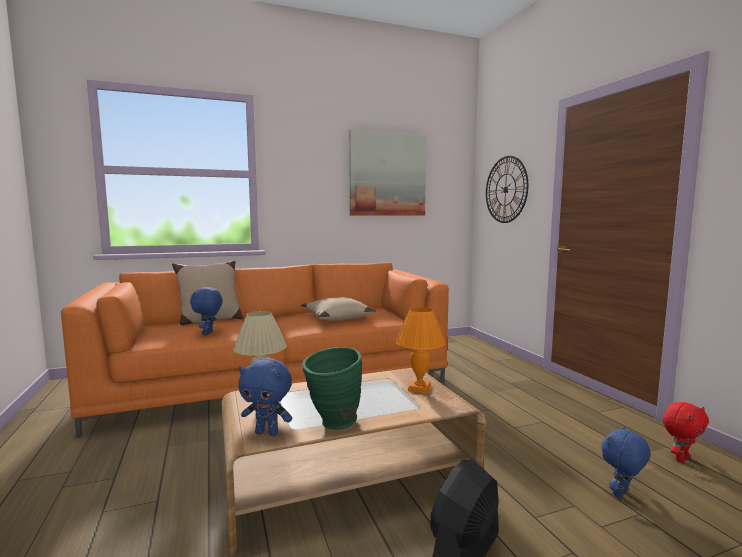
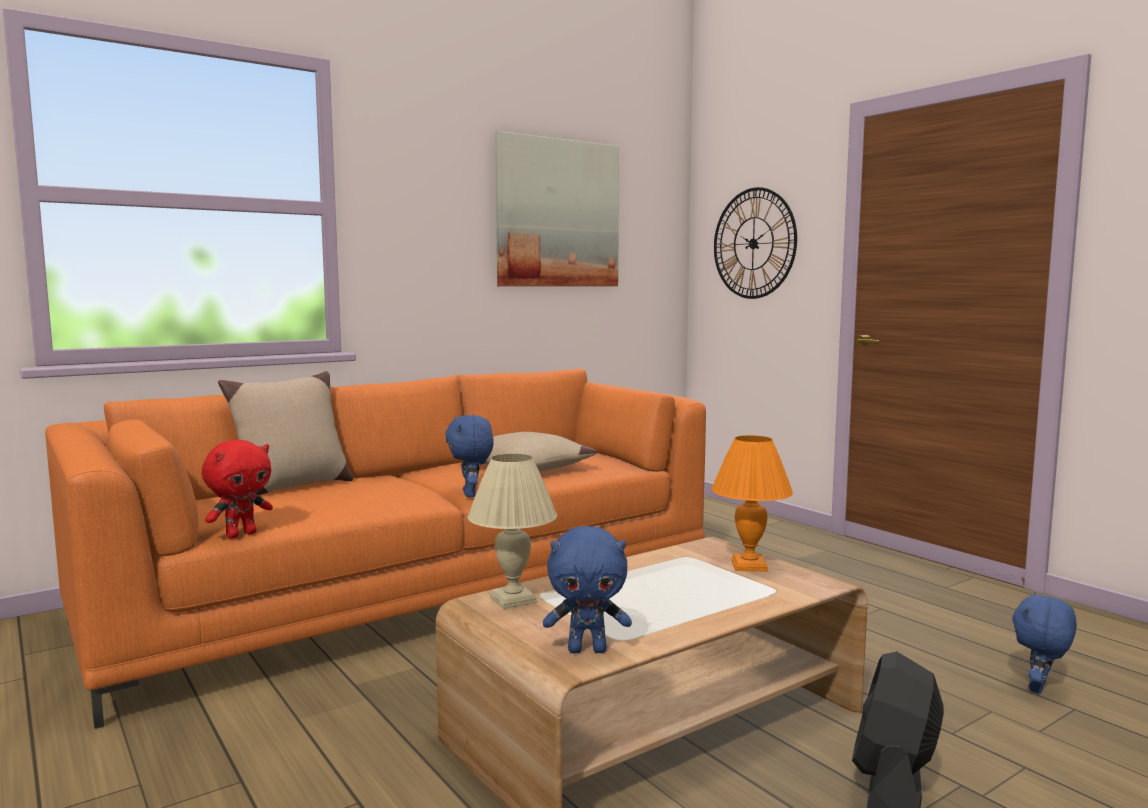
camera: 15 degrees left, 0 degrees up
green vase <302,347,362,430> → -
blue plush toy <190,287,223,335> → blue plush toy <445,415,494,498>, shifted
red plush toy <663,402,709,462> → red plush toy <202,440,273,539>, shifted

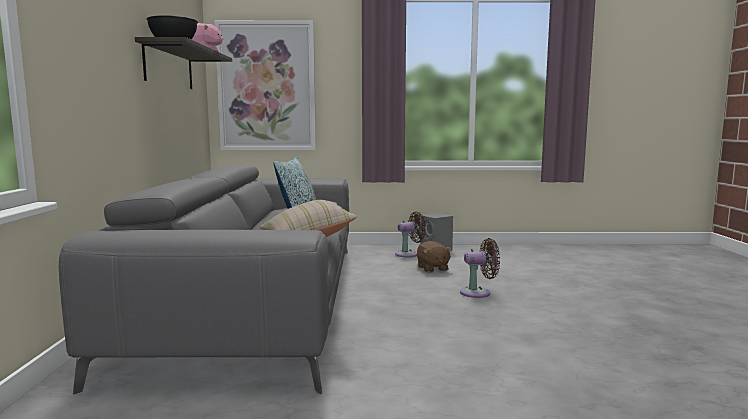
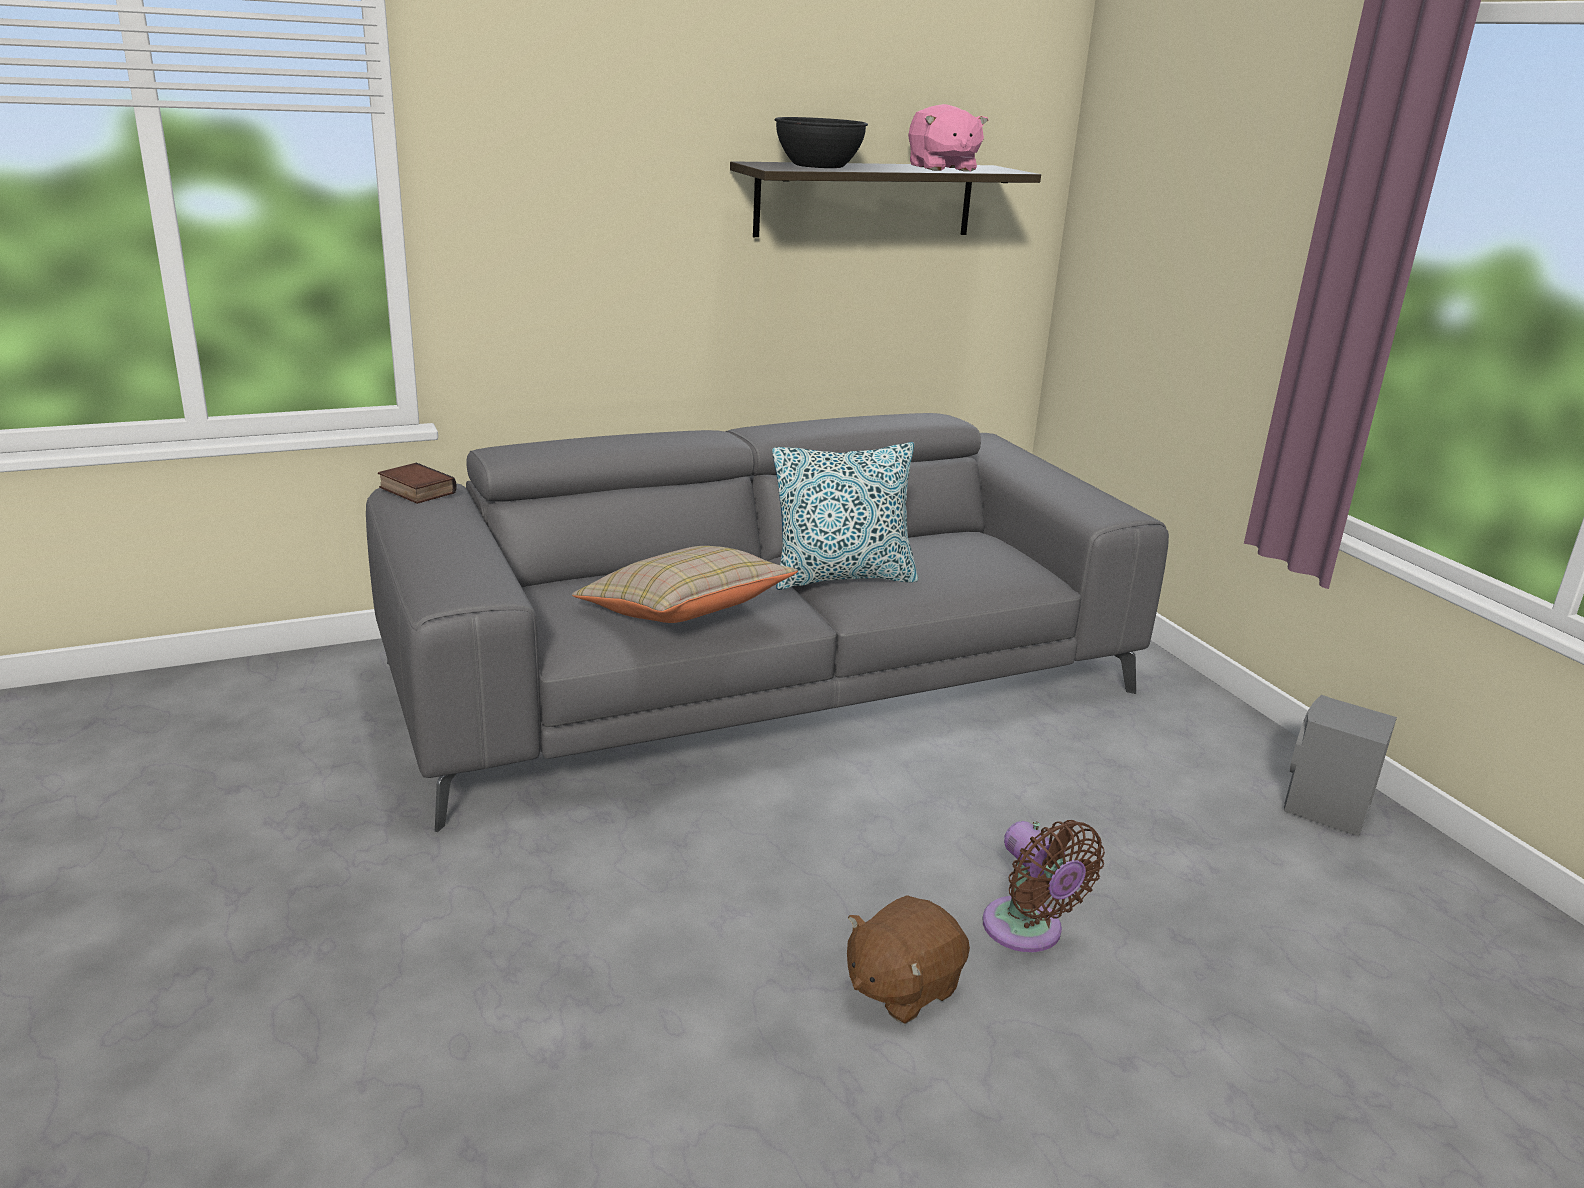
camera: 65 degrees right, 15 degrees up
picture <215,20,316,150> → -
brown fan <395,211,426,258> → -
- → book <378,463,457,504>
brown plush toy <417,241,452,272> → brown plush toy <847,895,970,1024>, shifted

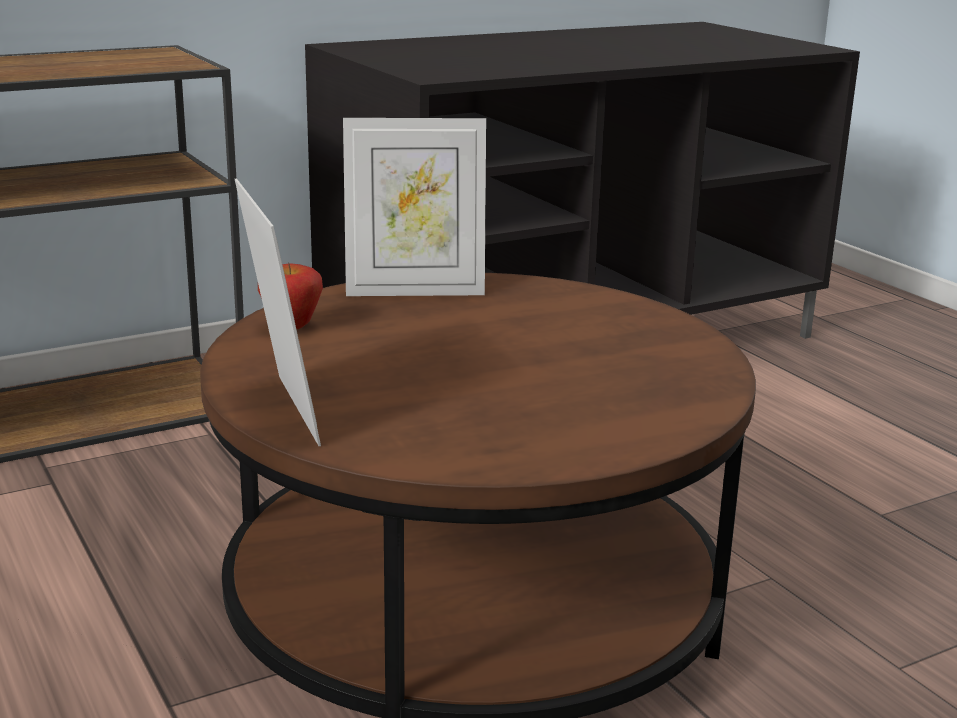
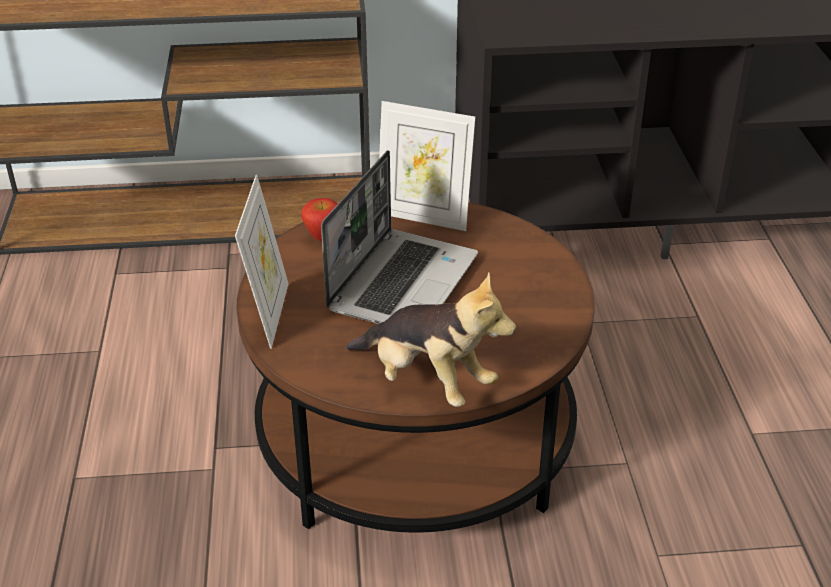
camera: 25 degrees right, 15 degrees up
- → laptop <321,150,478,324>
- → plush toy <346,273,516,407>

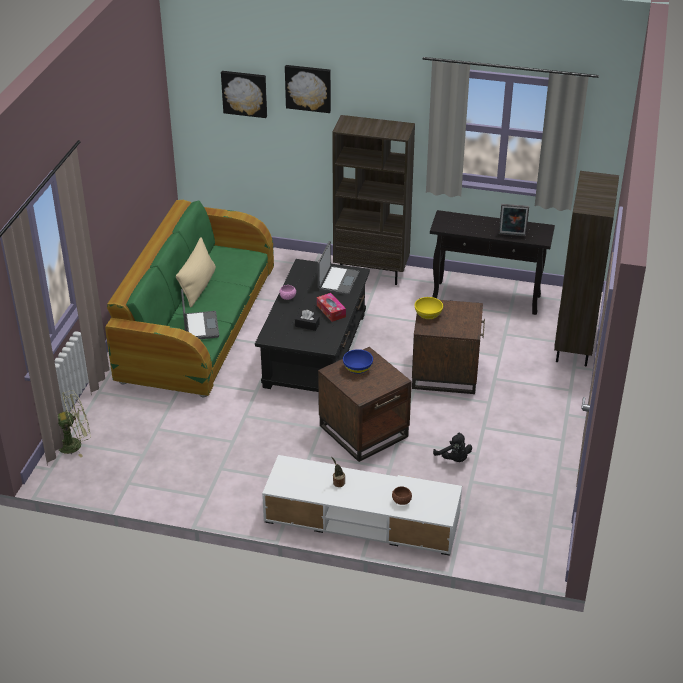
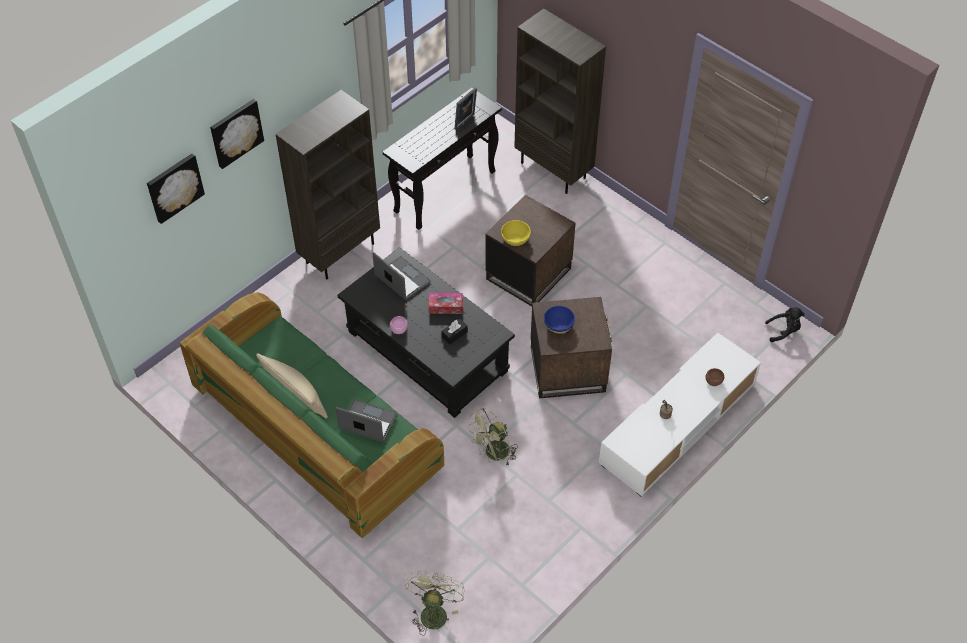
camera: 60 degrees left, 15 degrees up
- → green fan <468,408,517,465>
black plush toy <433,433,472,462> → black plush toy <765,307,805,342>, shifted

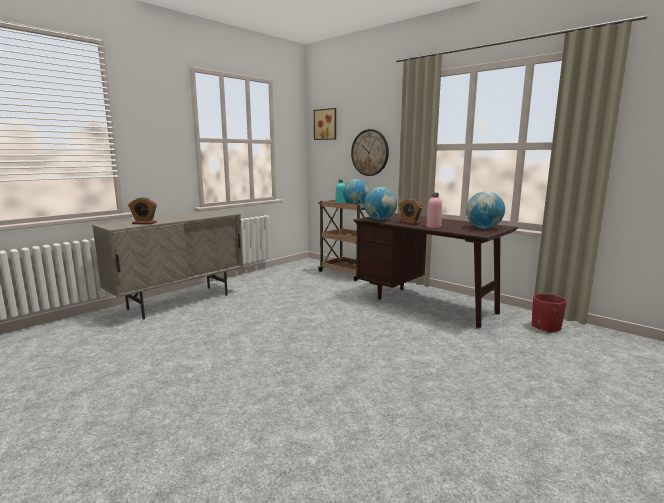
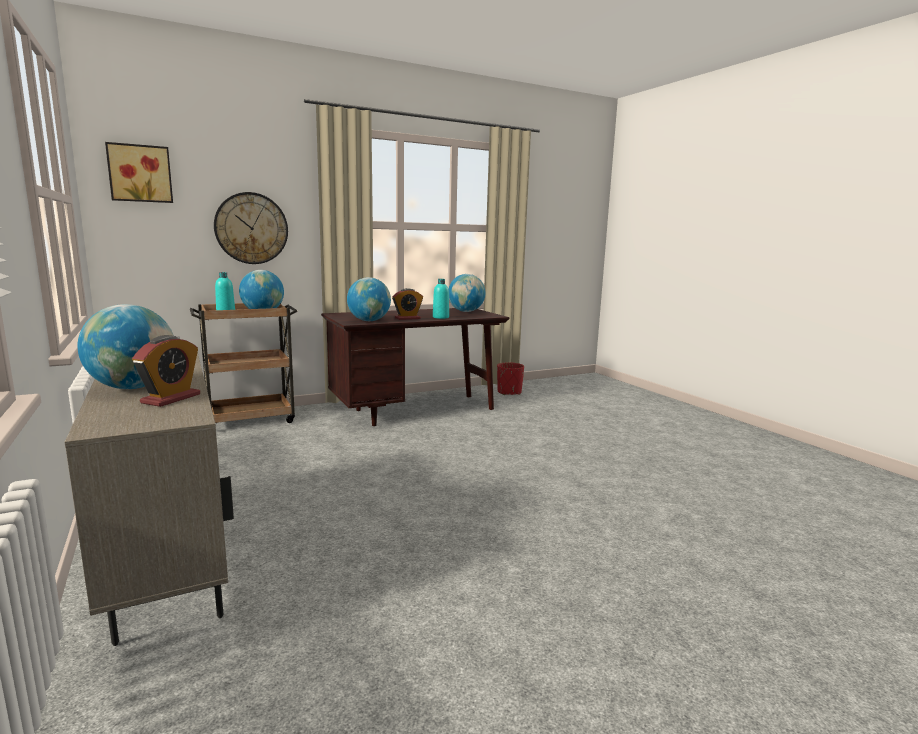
camera: 70 degrees left, 0 degrees up
- → globe <77,304,174,389>
pink bottle <426,193,442,228> → turquoise bottle <433,279,449,319>

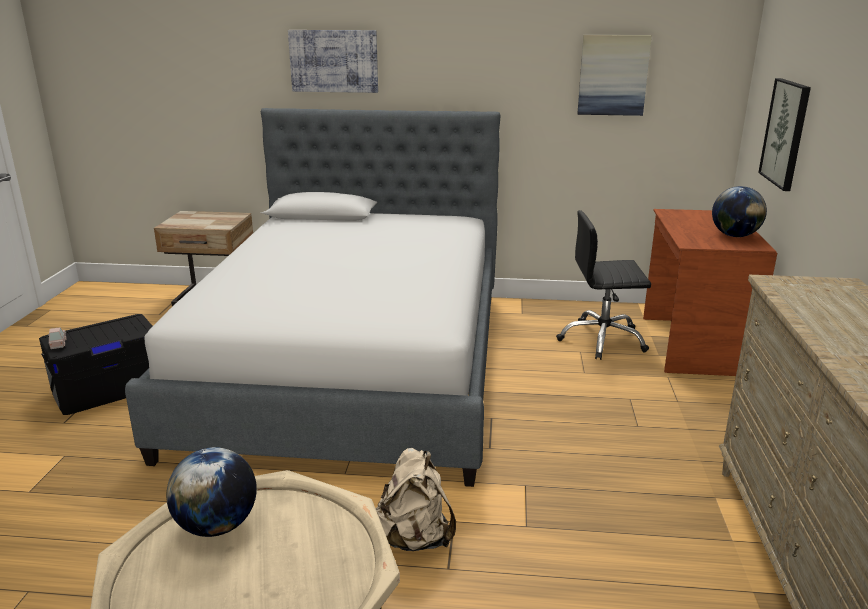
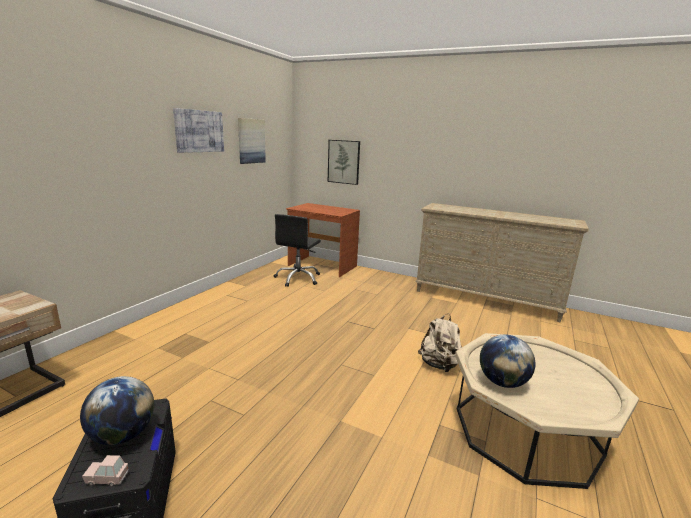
camera: 70 degrees left, 5 degrees down
bed <125,108,500,487> → -
picture <288,30,378,93> → picture <173,108,224,153>, shifted
globe <712,186,767,237> → globe <80,376,154,445>, shifted

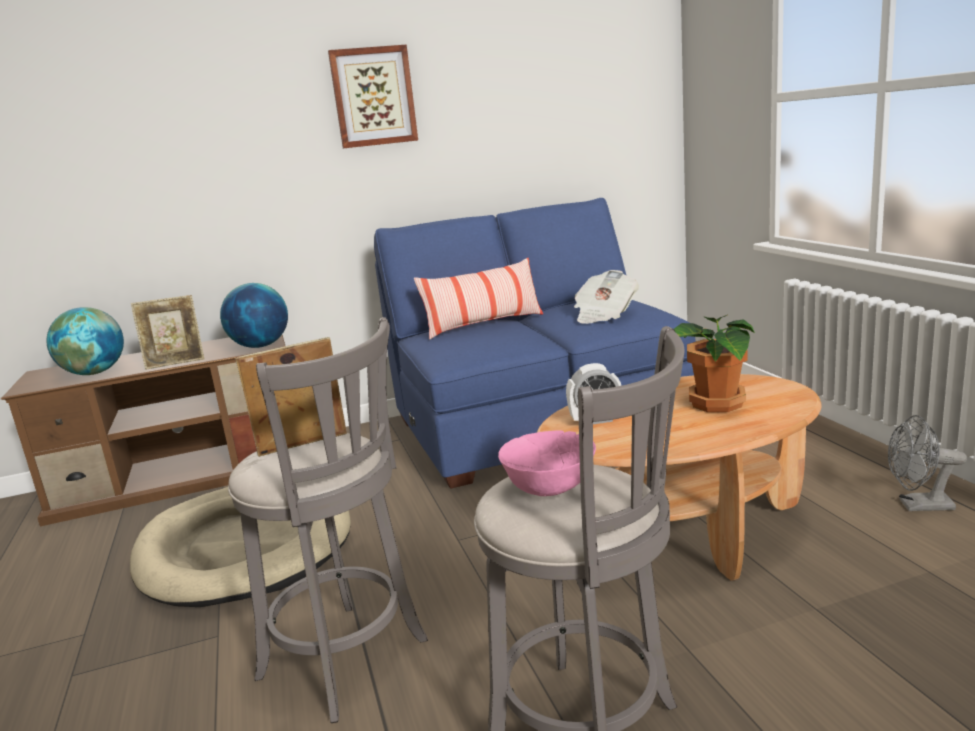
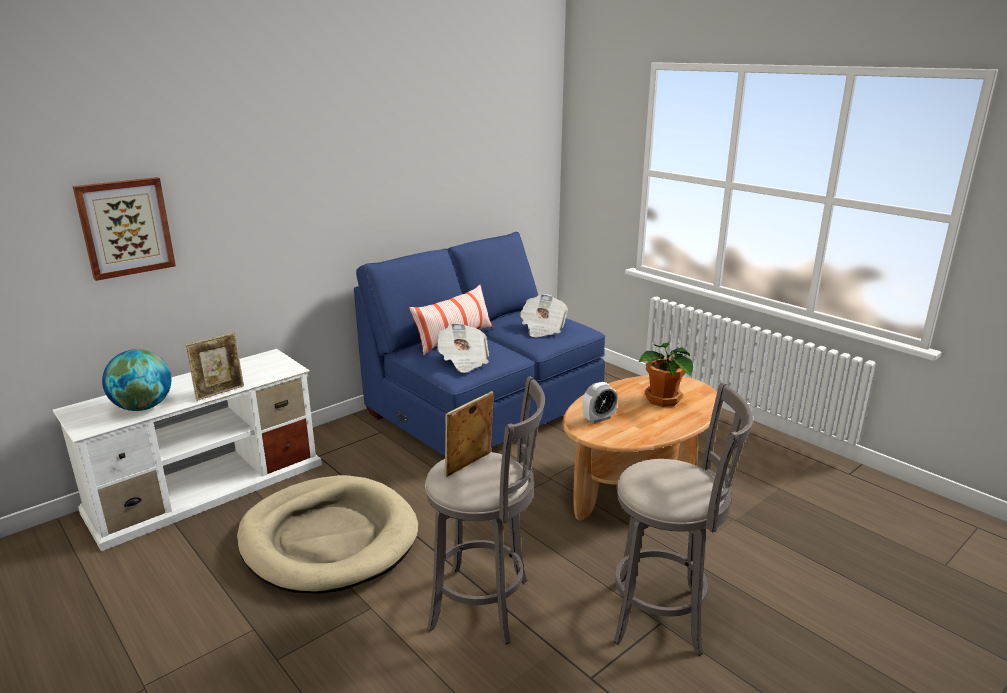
camera: 25 degrees left, 5 degrees up
globe <220,283,288,348> → -
pink bowl <498,431,596,496> → -
grey fan <888,415,967,511> → -
- → newspaper <437,322,489,373>
picture <328,44,418,148> → picture <73,177,176,281>, shifted
brown tv stand <1,335,285,526> → white tv stand <52,349,322,551>

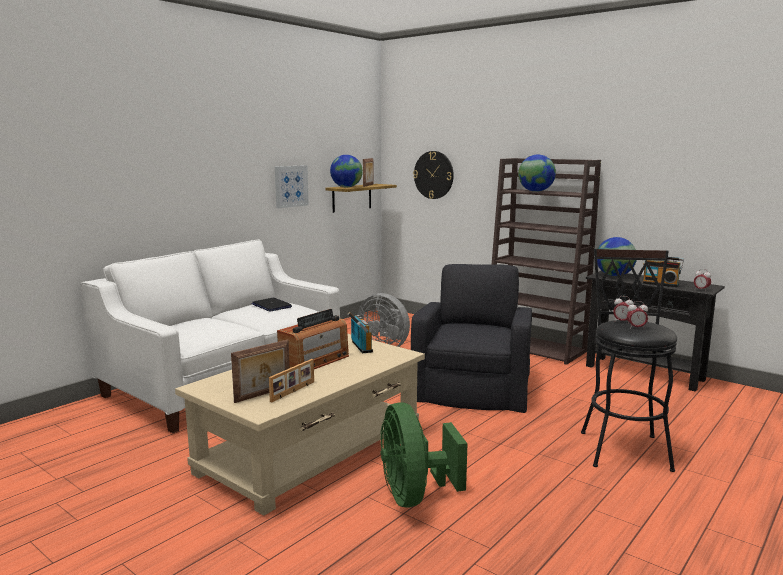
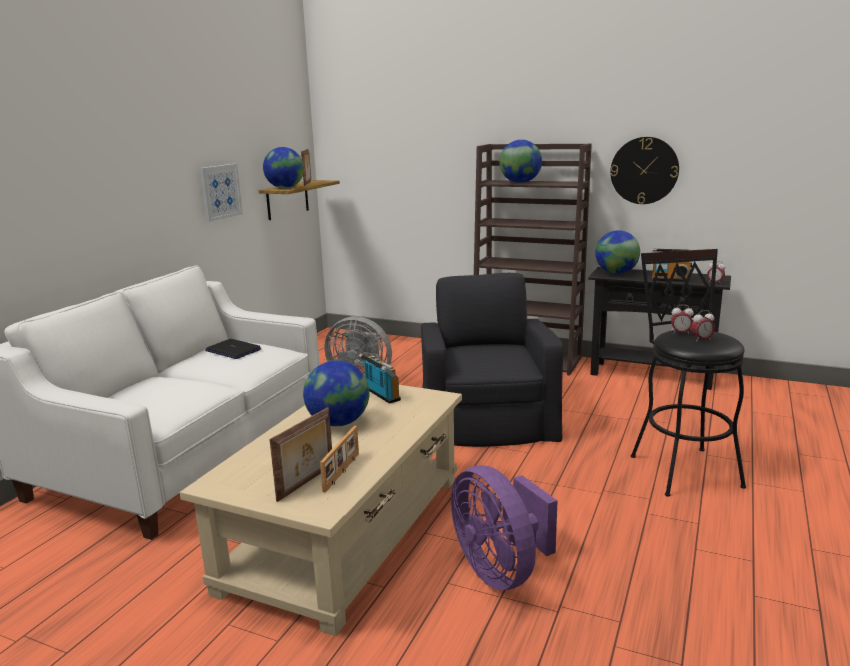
camera: 15 degrees left, 5 degrees up
wall clock <413,151,454,199> → wall clock <610,137,679,204>, shifted
radio <277,309,349,369> → globe <303,360,370,426>
green fan <380,402,467,507> → purple fan <451,465,558,590>

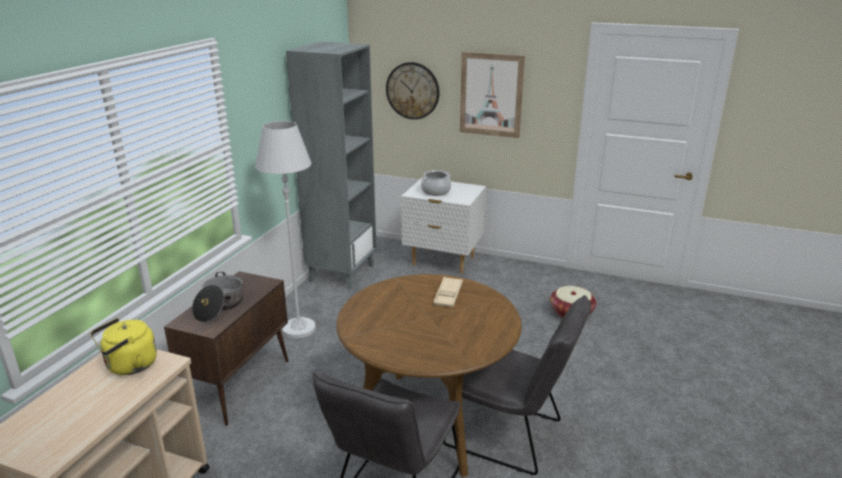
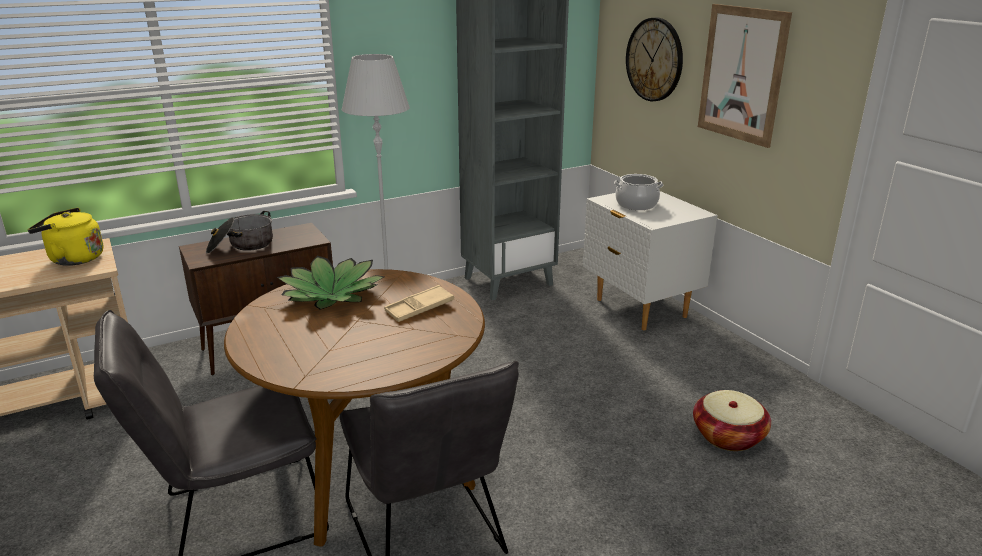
camera: 40 degrees right, 0 degrees up
- → potted plant <277,256,384,310>

